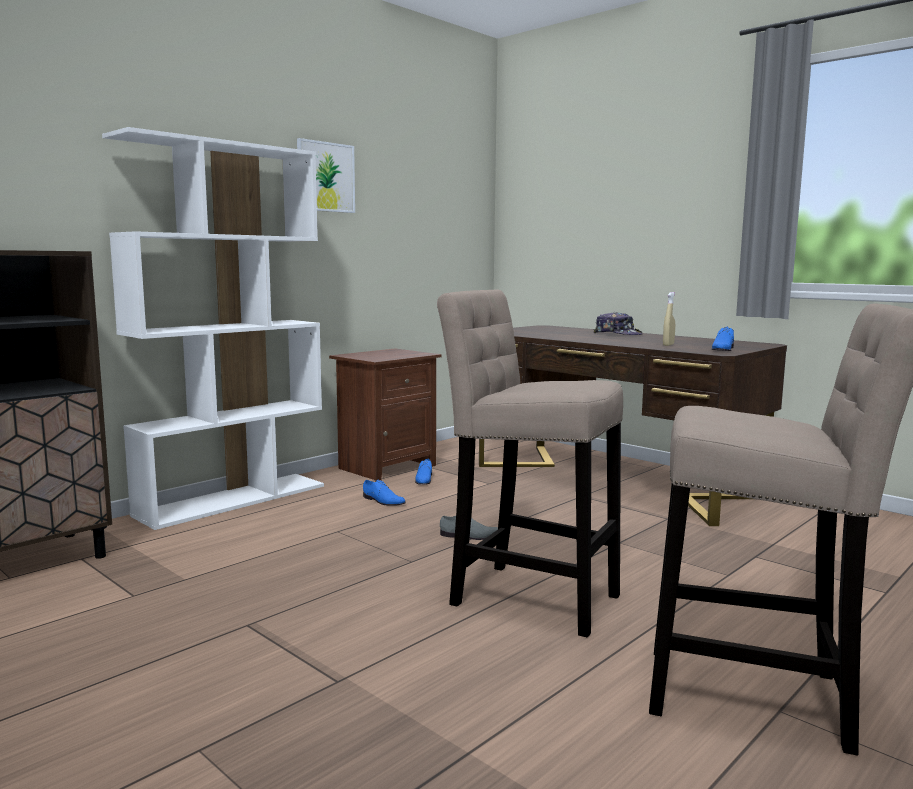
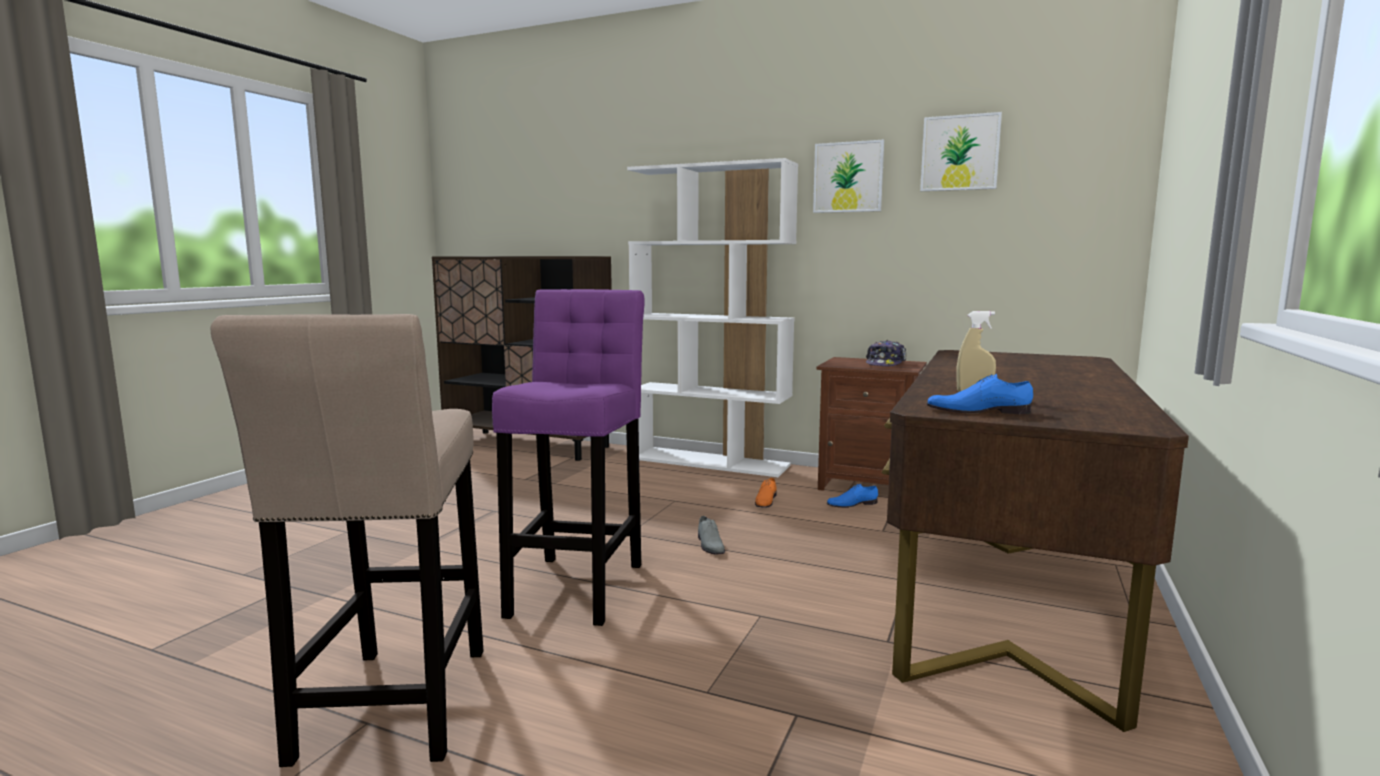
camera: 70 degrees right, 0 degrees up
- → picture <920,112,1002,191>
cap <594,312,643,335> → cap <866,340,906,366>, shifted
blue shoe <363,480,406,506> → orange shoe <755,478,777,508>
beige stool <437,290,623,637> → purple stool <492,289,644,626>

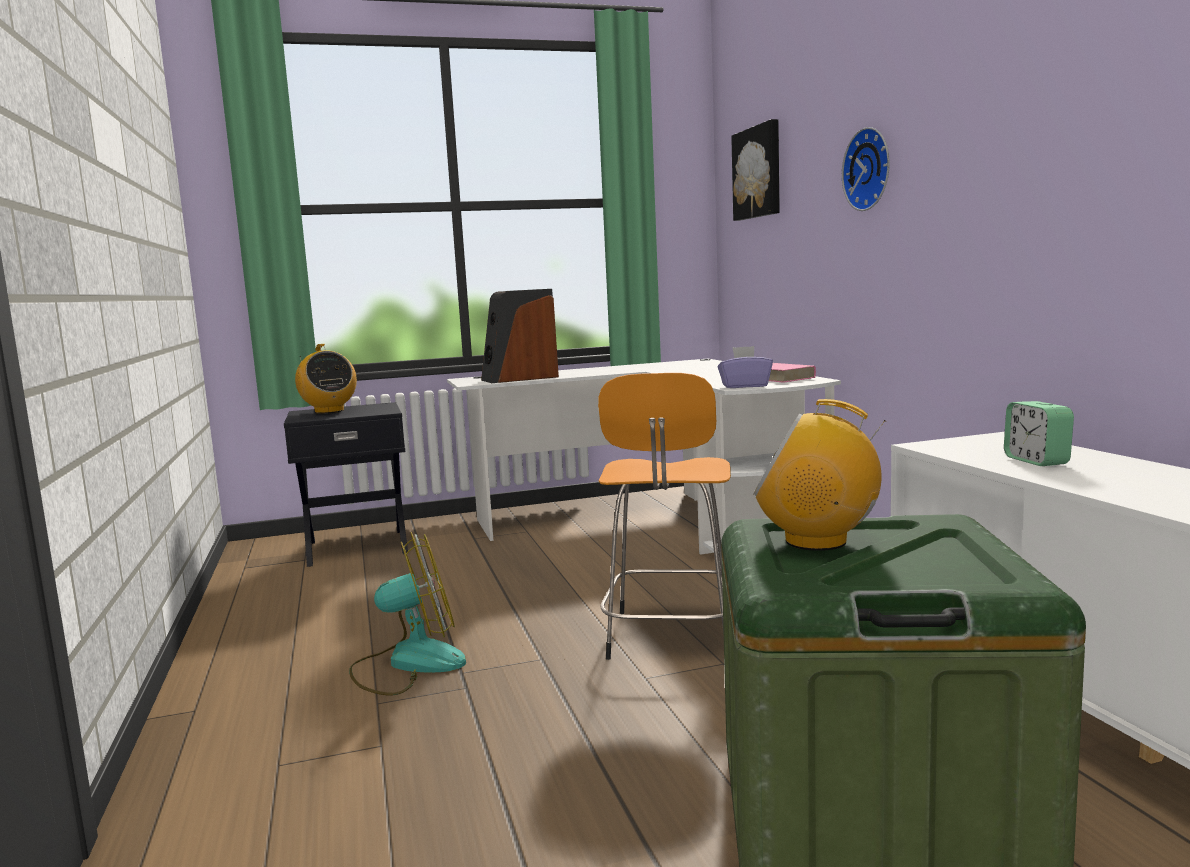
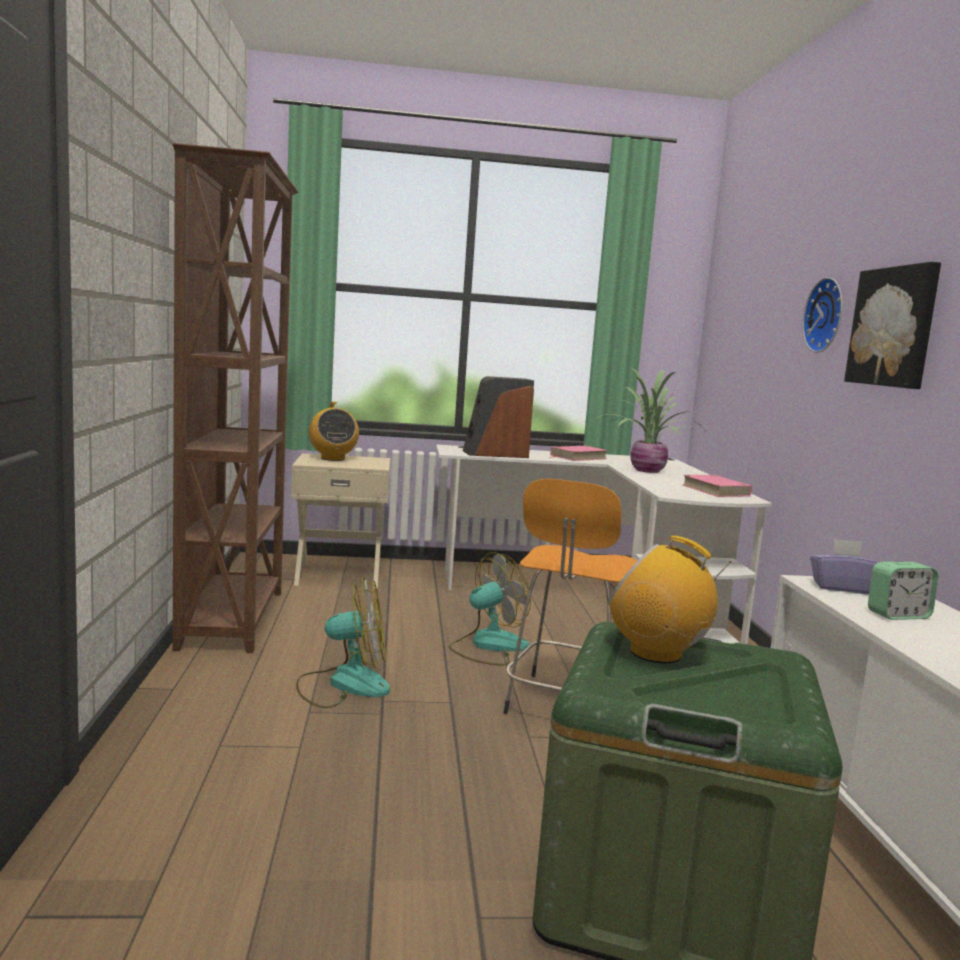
camera: 10 degrees right, 0 degrees up
- → brown bookcase <172,143,299,653>
- → fan <449,552,531,665>
- → pink book <550,446,608,461>
- → potted plant <595,368,708,473>
purple tissue box <718,346,773,388> → purple tissue box <810,538,879,594>, shifted
picture <731,119,780,221> → picture <844,262,941,389>, shifted
black nightstand <284,402,408,567> → beige nightstand <291,453,390,589>
alarm clock <1004,401,1074,466> → alarm clock <868,562,939,620>, 105 degrees counterclockwise

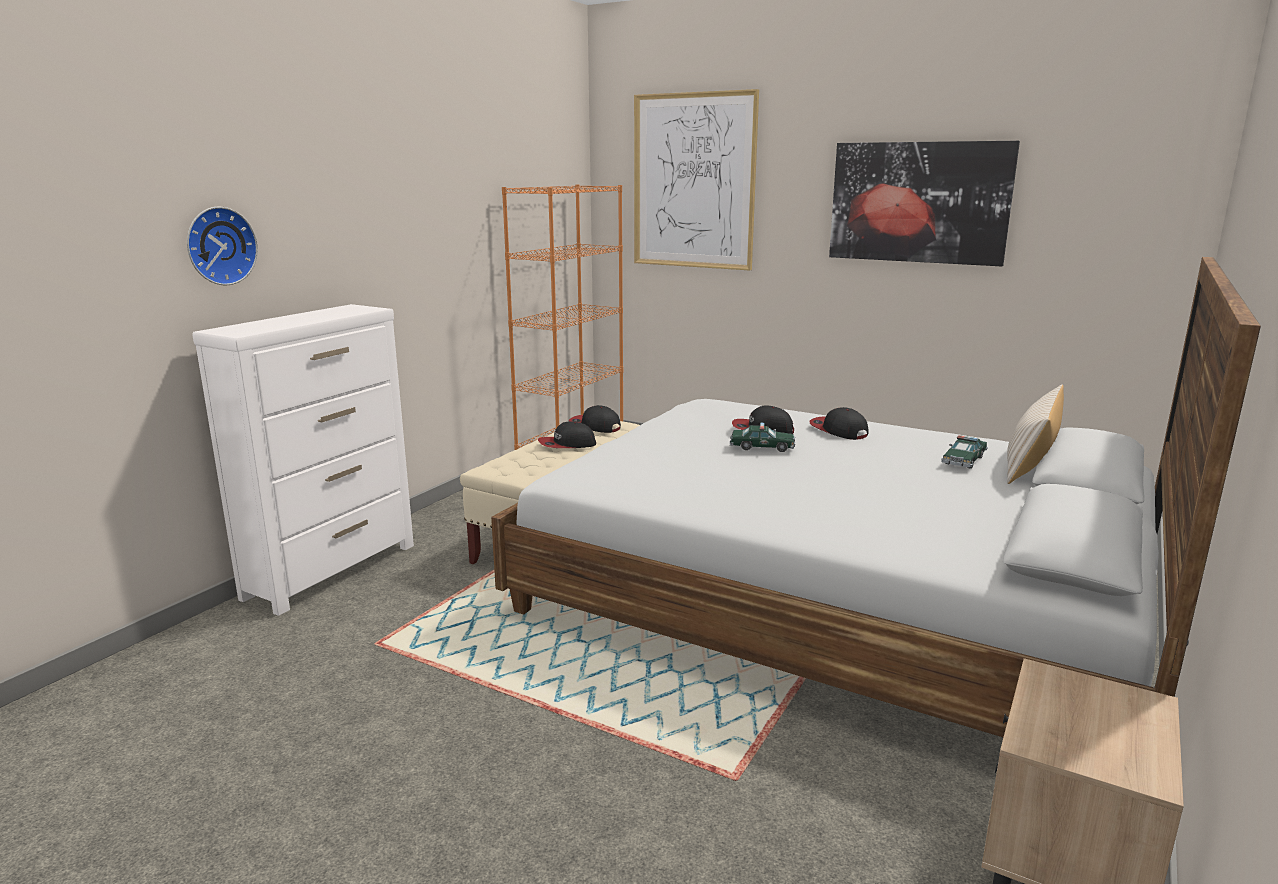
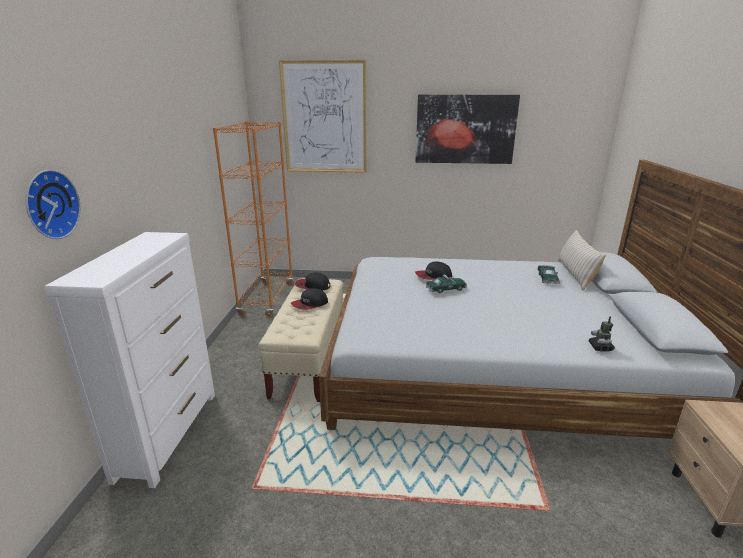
camera: 25 degrees left, 5 degrees up
cap <810,407,869,440> → -
- → toy robot <589,316,615,352>

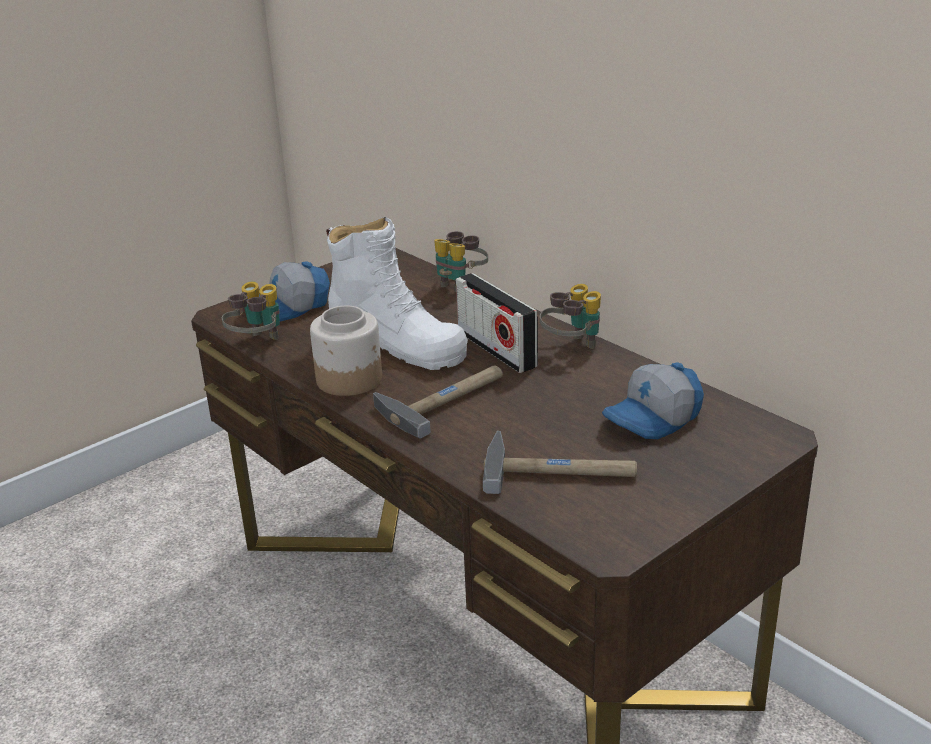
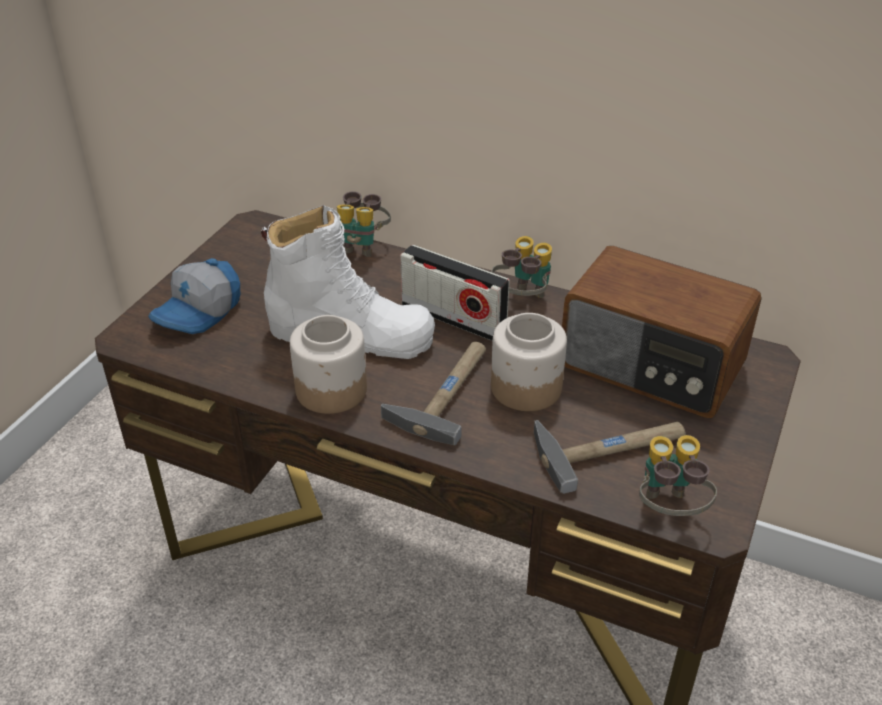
camera: 25 degrees left, 10 degrees up
- → jar <491,313,567,411>
binoculars <222,281,280,340> → binoculars <639,435,717,516>, shifted
cap <602,362,704,439> → radio <562,246,762,418>

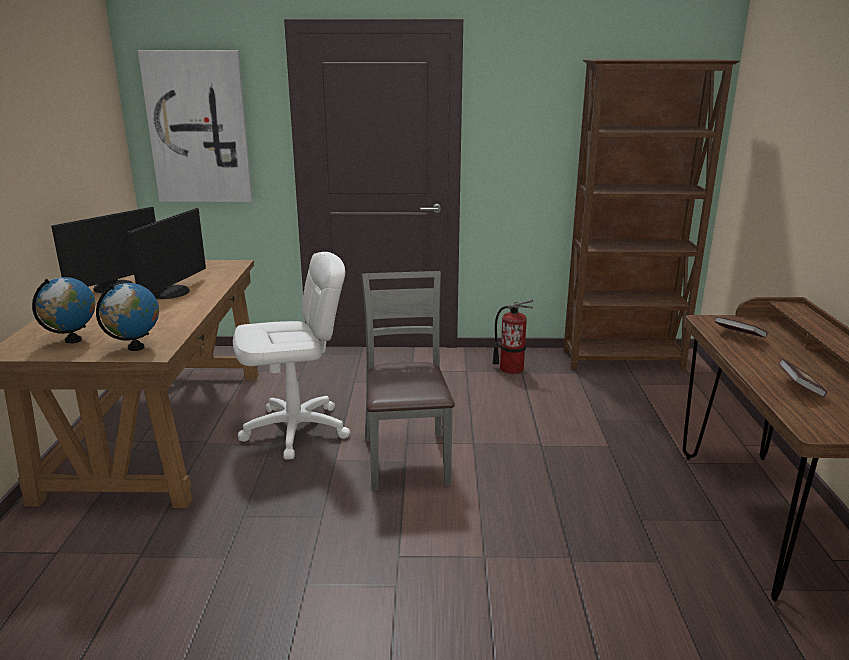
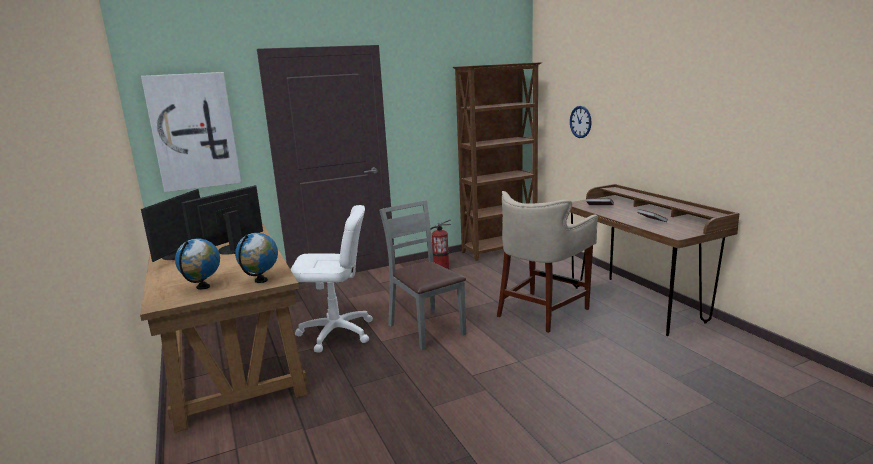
camera: 25 degrees left, 5 degrees down
- → beige stool <497,191,598,333>
- → wall clock <570,106,592,138>
monitor <127,208,206,299> → monitor <181,185,263,255>, 135 degrees counterclockwise
white office chair <233,252,350,459> → white office chair <290,205,373,352>, 45 degrees clockwise

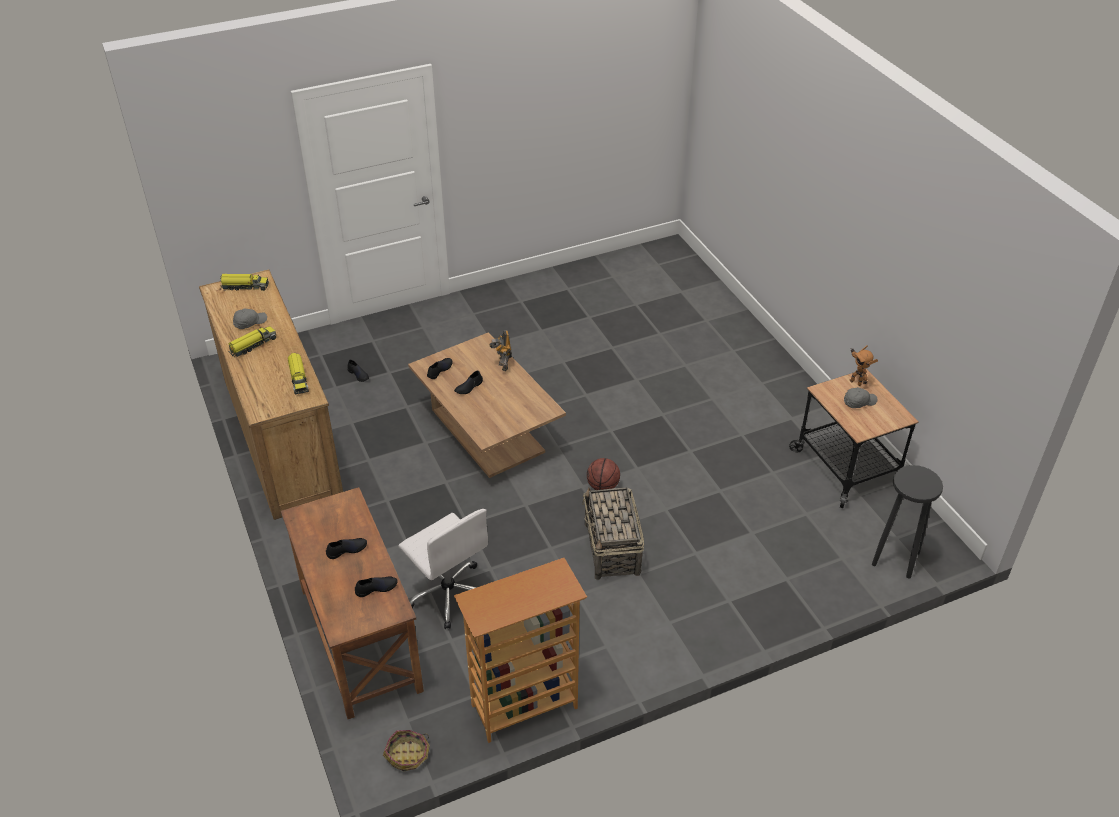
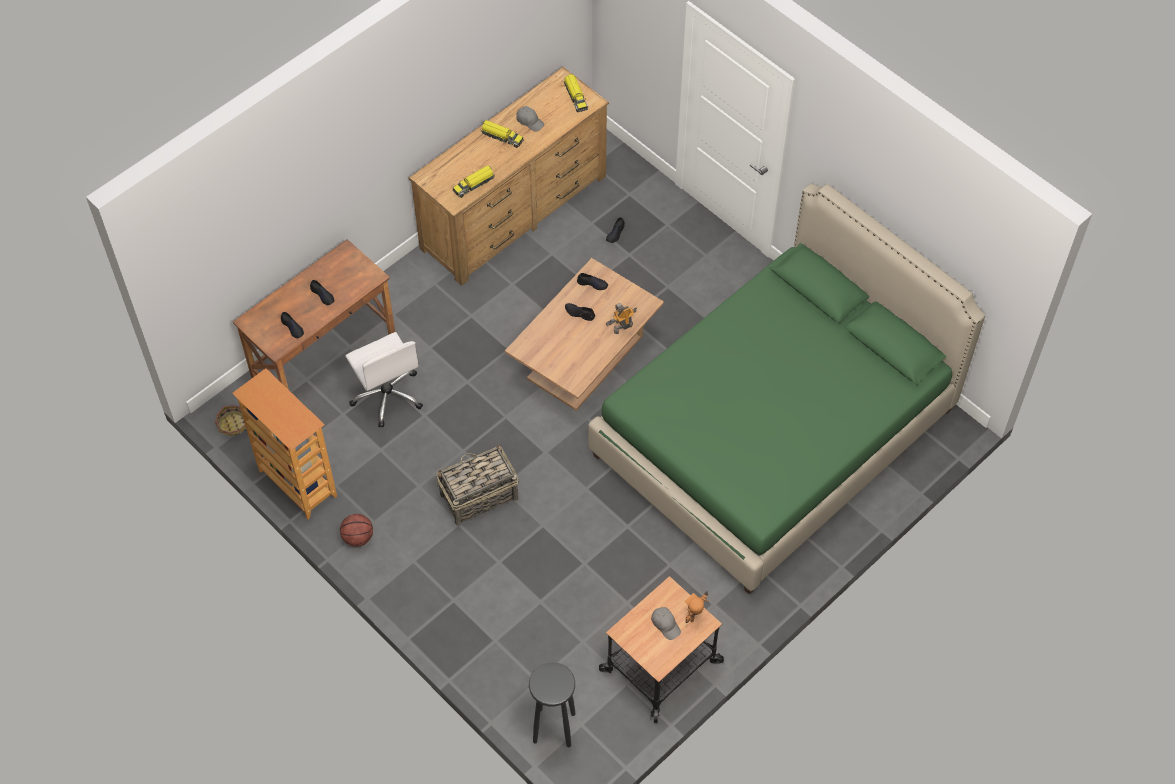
camera: 70 degrees right, 15 degrees up
- → green bed <588,183,985,594>
basketball <587,458,620,490> → basketball <340,514,373,547>, shifted
white office chair <398,509,488,629> → white office chair <345,332,423,427>, 60 degrees counterclockwise

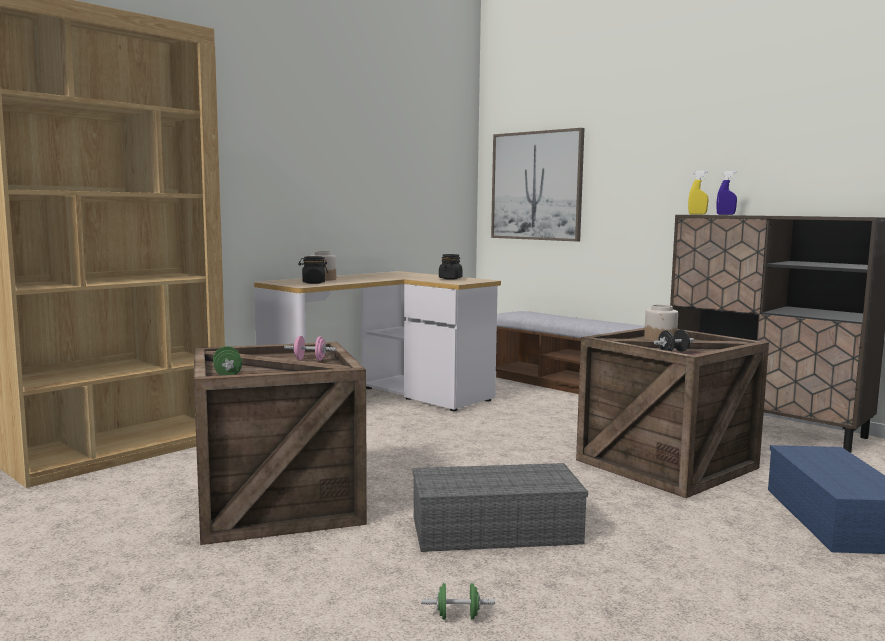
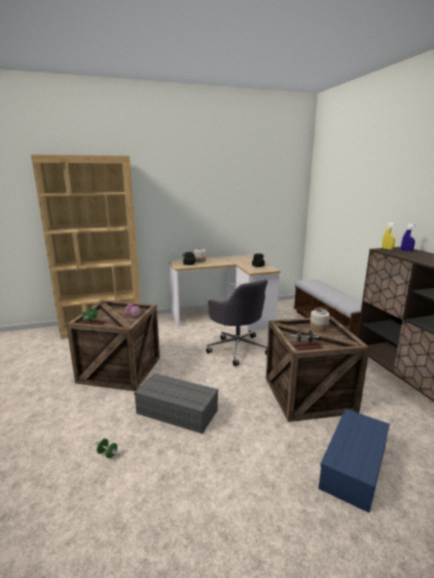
camera: 30 degrees right, 10 degrees up
picture <491,128,584,241> → -
- → grey office chair <206,279,268,366>

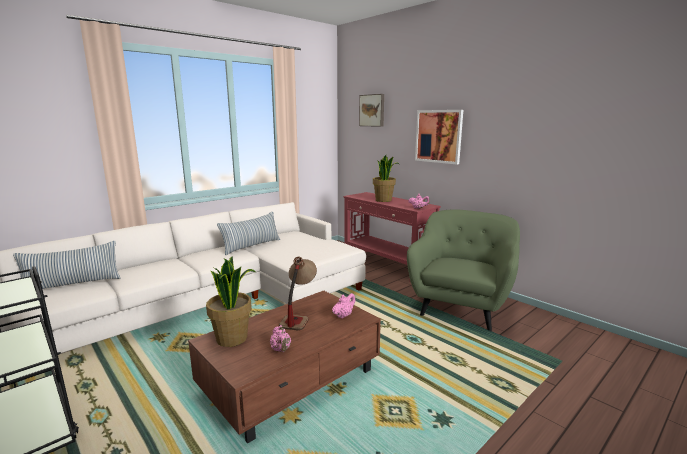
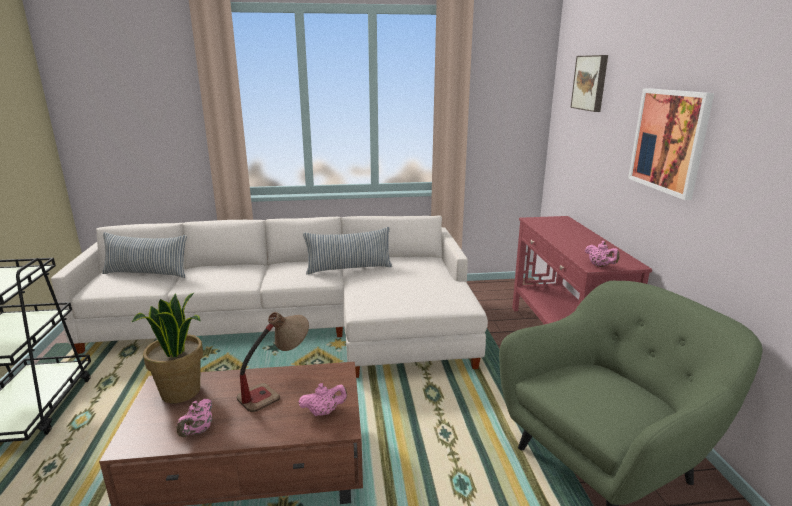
camera: 35 degrees right, 5 degrees up
potted plant <373,155,399,202> → -

